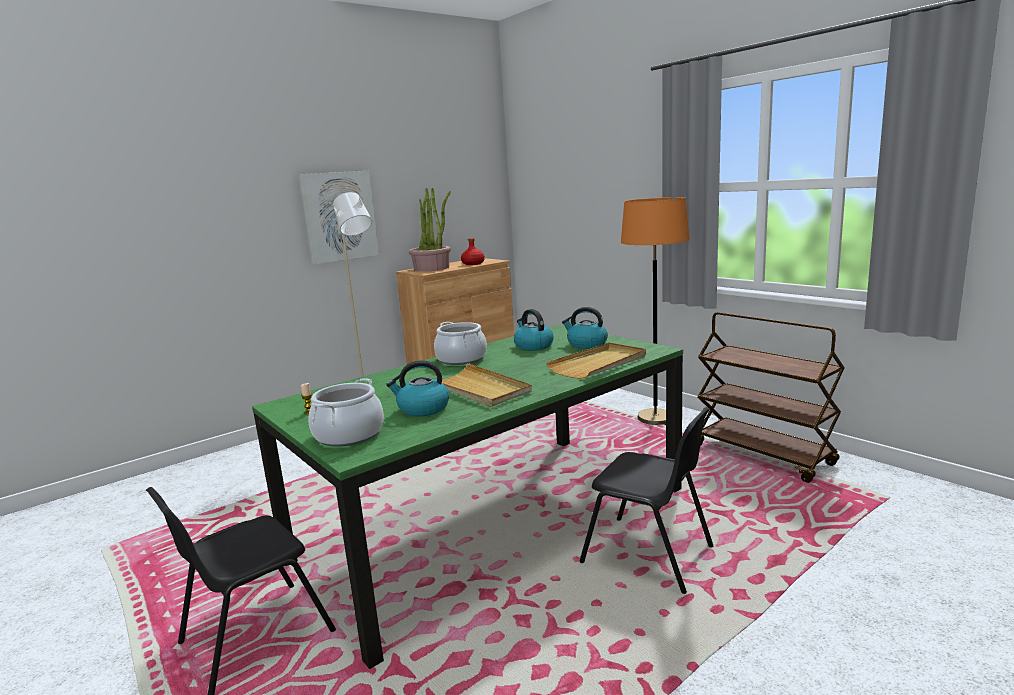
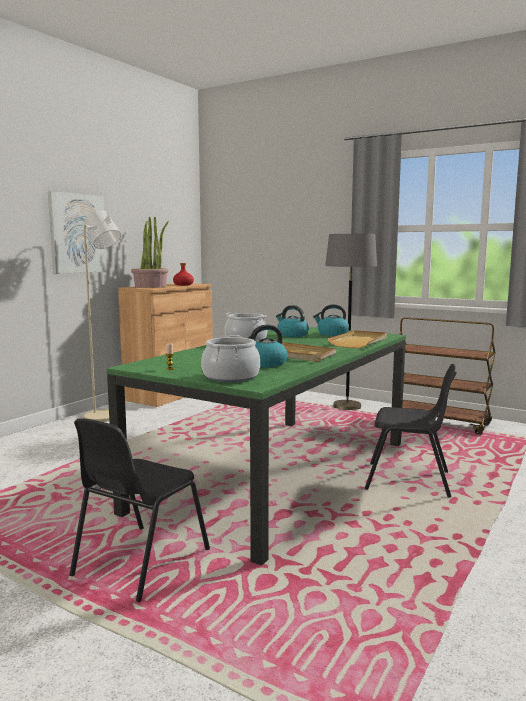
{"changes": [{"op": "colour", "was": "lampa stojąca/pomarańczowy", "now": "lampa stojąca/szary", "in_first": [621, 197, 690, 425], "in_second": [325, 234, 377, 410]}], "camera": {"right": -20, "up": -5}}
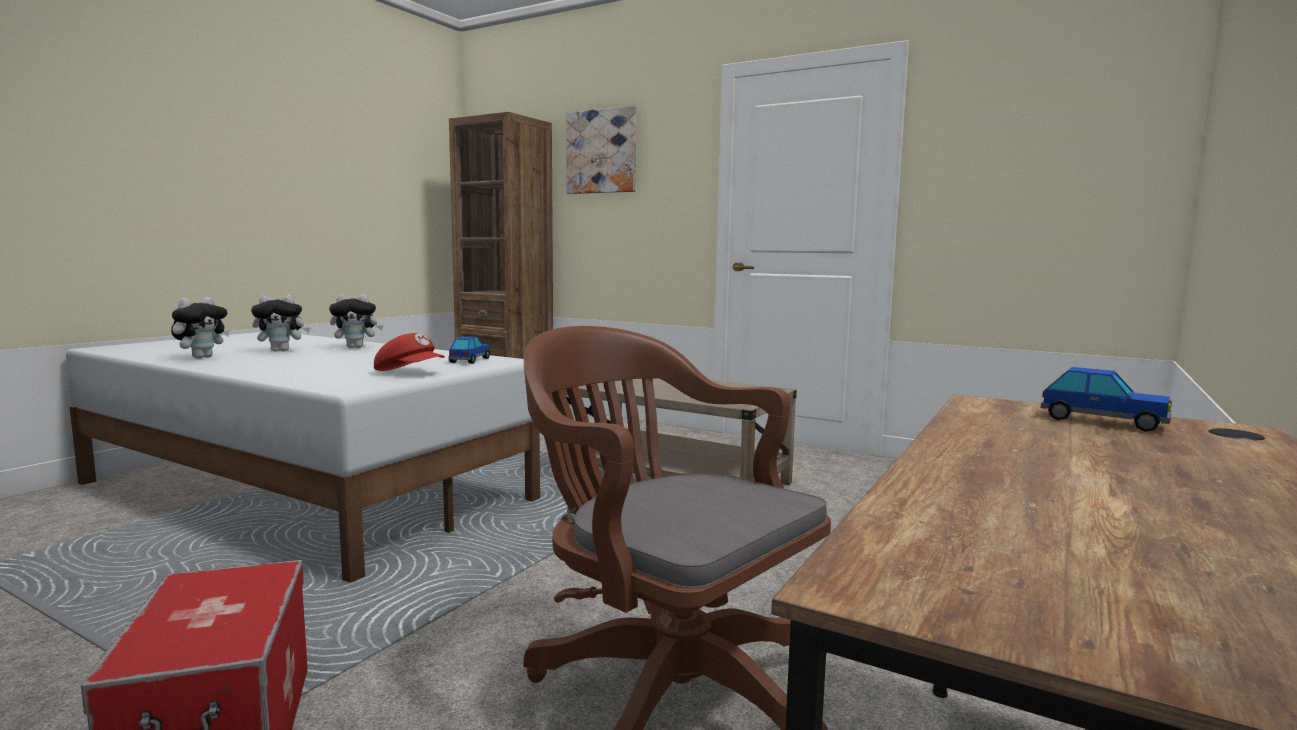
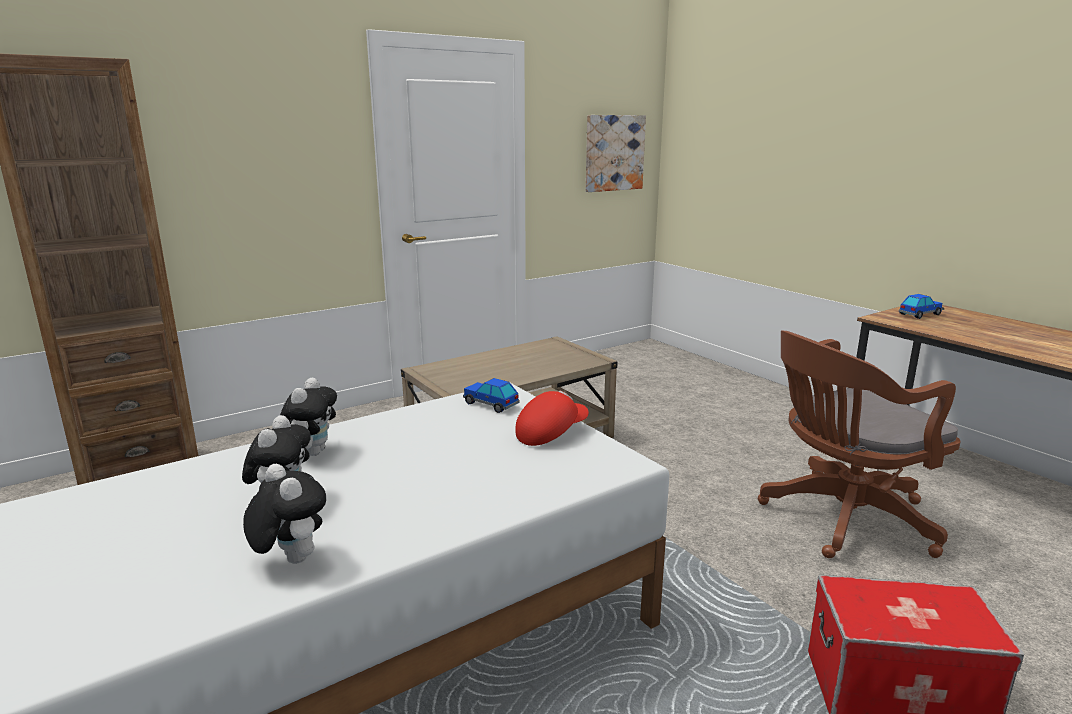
{"changes": [{"op": "relocated", "was": "obraz", "in_first": [566, 105, 636, 194], "in_second": [586, 115, 646, 192]}], "camera": {"right": -65, "up": 10}}
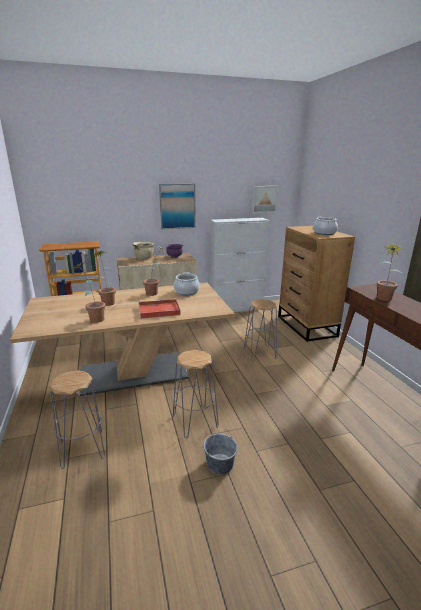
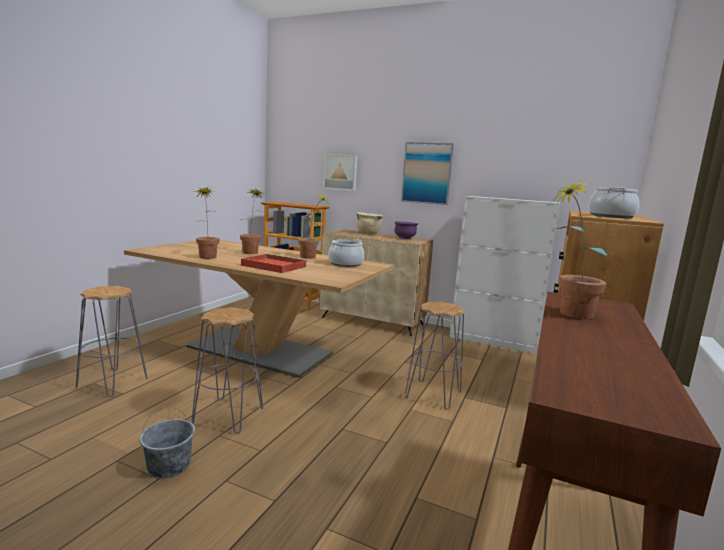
{"changes": [{"op": "relocated", "was": "obraz", "in_first": [252, 186, 278, 213], "in_second": [323, 154, 358, 191]}], "camera": {"right": 40, "up": -10}}
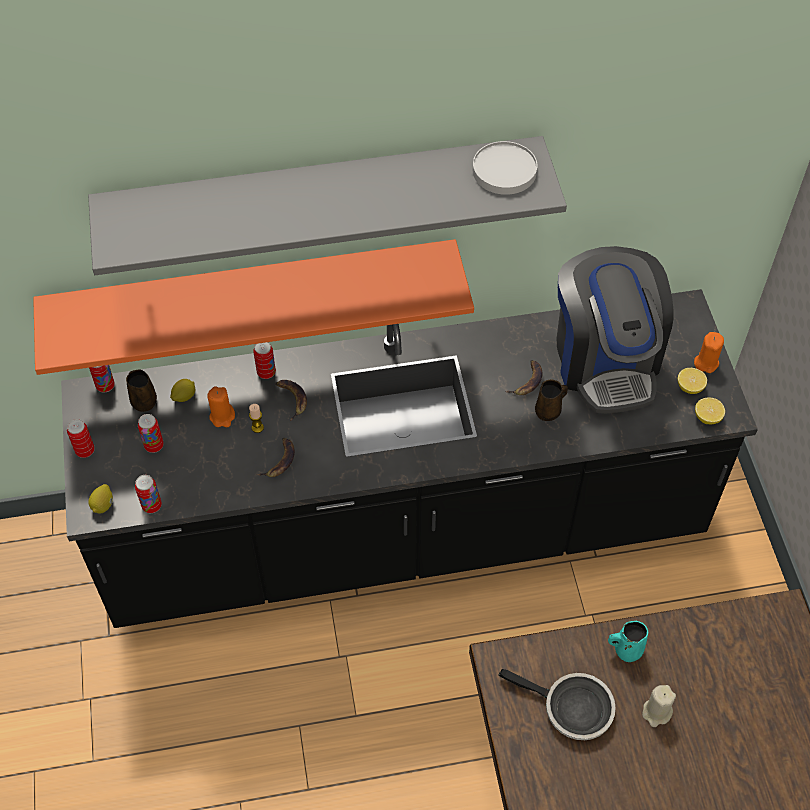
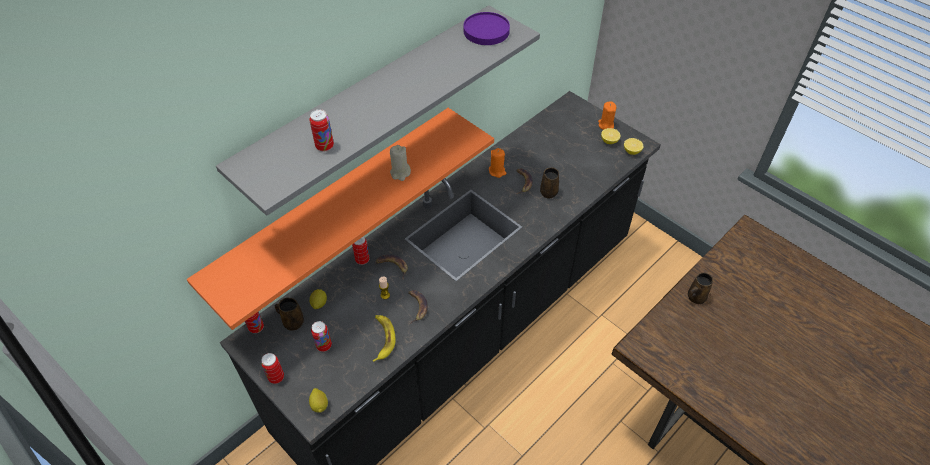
{"changes": [{"op": "missing", "was": "patelnia", "in_first": [498, 669, 616, 740]}, {"op": "missing", "was": "ekspres do kawy", "in_first": [557, 246, 674, 413]}, {"op": "appeared", "now": "banan", "in_second": [373, 315, 396, 362]}, {"op": "relocated", "was": "puszka", "in_first": [135, 475, 162, 513], "in_second": [309, 109, 334, 152]}, {"op": "relocated", "was": "świeca/pomarańczowy", "in_first": [207, 386, 235, 427], "in_second": [489, 148, 506, 178]}, {"op": "relocated", "was": "świeca/beżowy", "in_first": [642, 685, 676, 727], "in_second": [390, 145, 411, 181]}, {"op": "colour", "was": "talerz/biały", "now": "talerz/fioletowy", "in_first": [473, 141, 537, 195], "in_second": [464, 12, 510, 45]}, {"op": "colour", "was": "kubek/turkusowy", "now": "kubek/brązowy", "in_first": [608, 621, 648, 662], "in_second": [688, 273, 713, 304]}], "camera": {"right": -35, "up": -5}}
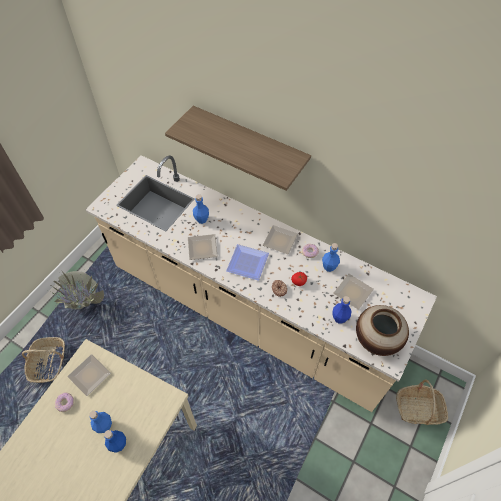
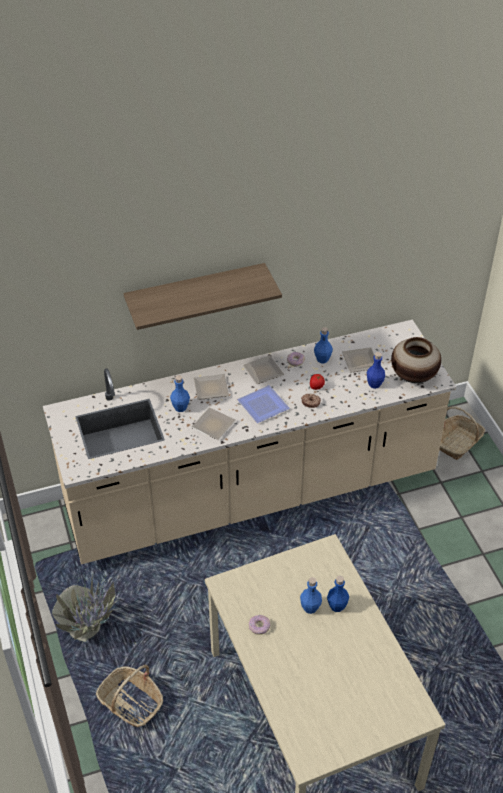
{"changes": [{"op": "relocated", "was": "talerz", "in_first": [67, 354, 111, 396], "in_second": [194, 374, 229, 400]}], "camera": {"right": -50, "up": -10}}
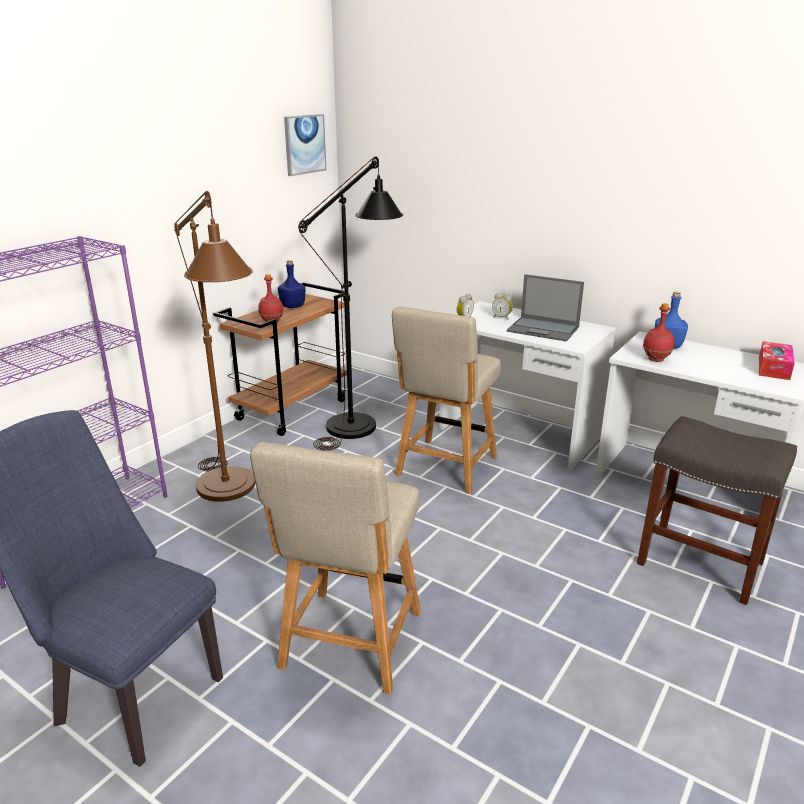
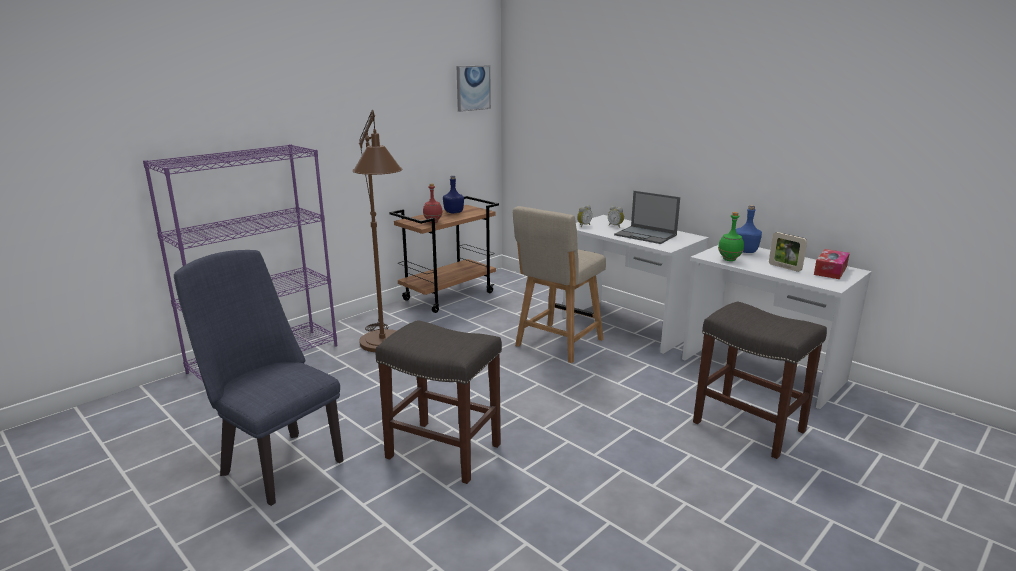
{"changes": [{"op": "missing", "was": "lampa stojąca/czarny", "in_first": [298, 156, 403, 451]}, {"op": "appeared", "now": "ramka na zdjęcie", "in_second": [769, 232, 807, 272]}, {"op": "exchanged", "was": "krzesło/beżowy", "now": "stołek/szary", "in_first": [250, 442, 421, 694], "in_second": [376, 320, 502, 484]}, {"op": "colour", "was": "butelka/czerwony", "now": "butelka/zielony", "in_first": [643, 303, 674, 362], "in_second": [718, 212, 744, 261]}], "camera": {"right": 10, "up": -5}}
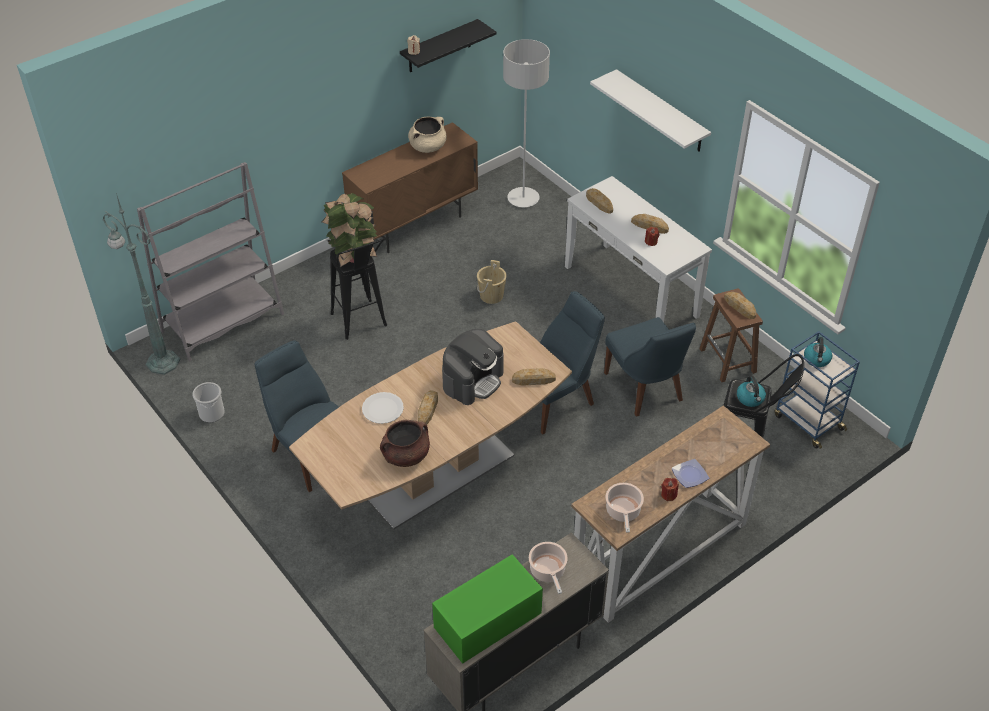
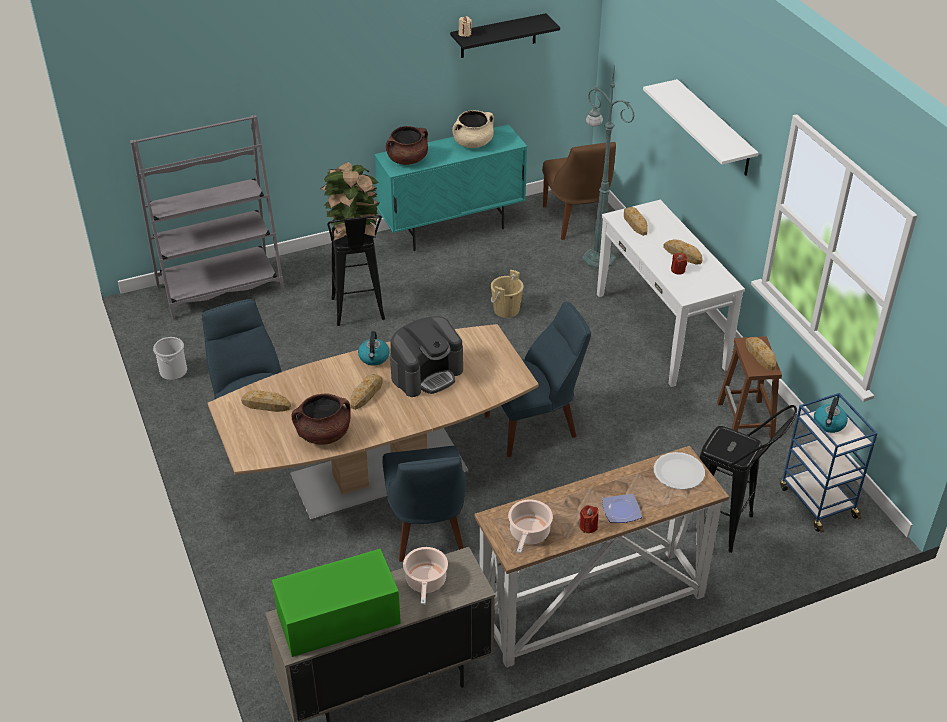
{"changes": [{"op": "appeared", "now": "garnek/brązowy", "in_second": [386, 126, 428, 165]}, {"op": "relocated", "was": "lampa stojąca/zielony", "in_first": [103, 193, 180, 375], "in_second": [582, 63, 635, 269]}, {"op": "relocated", "was": "talerz/biały", "in_first": [362, 392, 404, 424], "in_second": [654, 452, 705, 490]}, {"op": "relocated", "was": "chleb", "in_first": [512, 368, 556, 386], "in_second": [241, 390, 291, 412]}, {"op": "relocated", "was": "krzesło/niebieski", "in_first": [604, 317, 696, 417], "in_second": [383, 446, 466, 562]}, {"op": "relocated", "was": "czajnik", "in_first": [737, 376, 766, 407], "in_second": [358, 331, 390, 366]}, {"op": "exchanged", "was": "lampa stojąca/szary", "now": "krzesło/brązowy", "in_first": [503, 39, 550, 207], "in_second": [542, 142, 616, 240]}, {"op": "colour", "was": "szafka/brązowy", "now": "szafka/turkusowy", "in_first": [342, 122, 478, 253], "in_second": [374, 124, 527, 251]}], "camera": {"right": 15, "up": -5}}
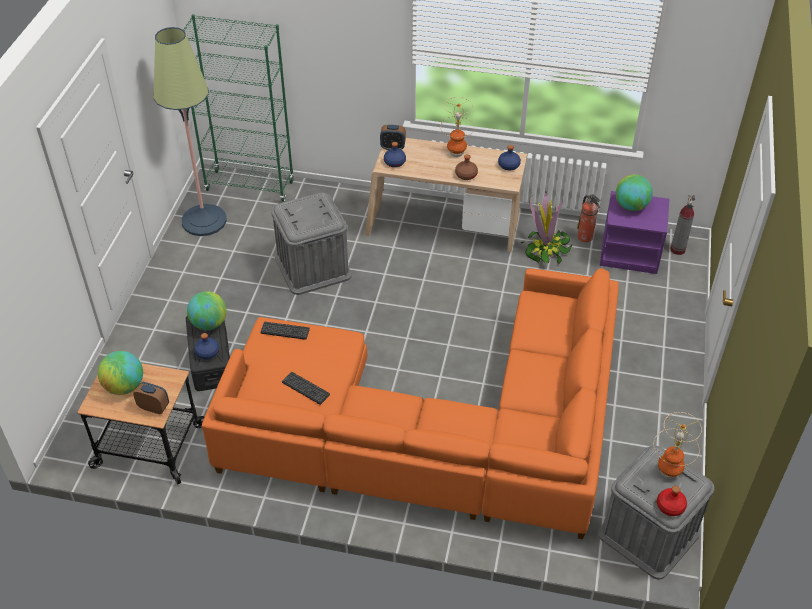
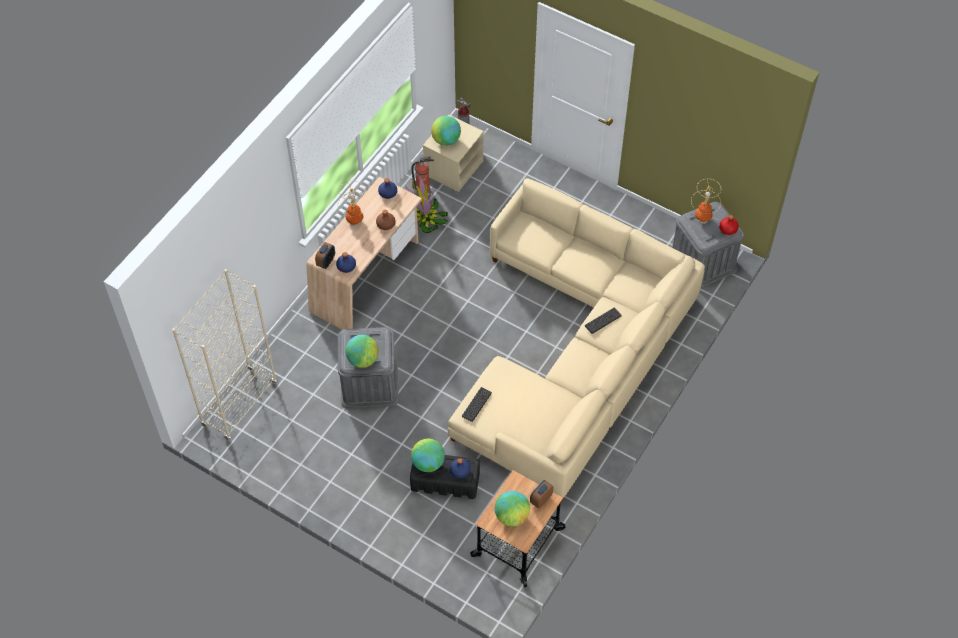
{"changes": [{"op": "missing", "was": "lampa stojąca", "in_first": [153, 27, 227, 236]}, {"op": "appeared", "now": "globus", "in_second": [345, 335, 379, 368]}, {"op": "relocated", "was": "klawiatura", "in_first": [282, 372, 330, 405], "in_second": [585, 307, 622, 334]}, {"op": "colour", "was": "regał/zielony", "now": "regał/beżowy", "in_first": [183, 14, 294, 202], "in_second": [172, 269, 277, 441]}, {"op": "colour", "was": "kanapa/pomarańczowy", "now": "kanapa/beżowy", "in_first": [202, 268, 619, 539], "in_second": [448, 178, 705, 500]}, {"op": "colour", "was": "szafka nocna/fioletowy", "now": "szafka nocna/beżowy", "in_first": [600, 191, 670, 274], "in_second": [423, 115, 484, 192]}], "camera": {"right": -70, "up": 10}}
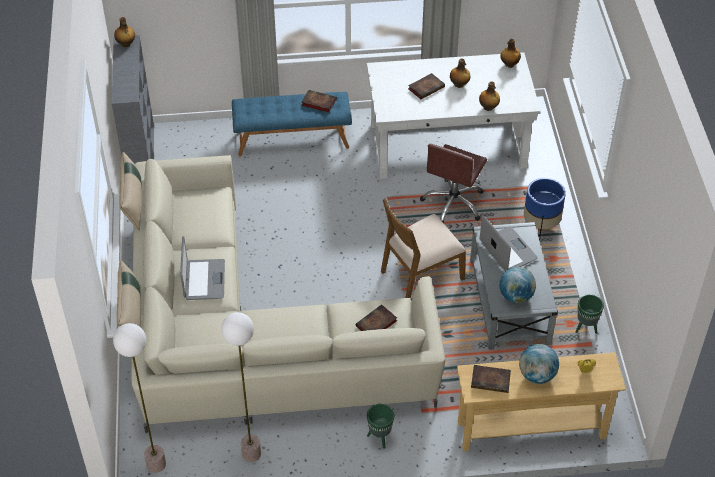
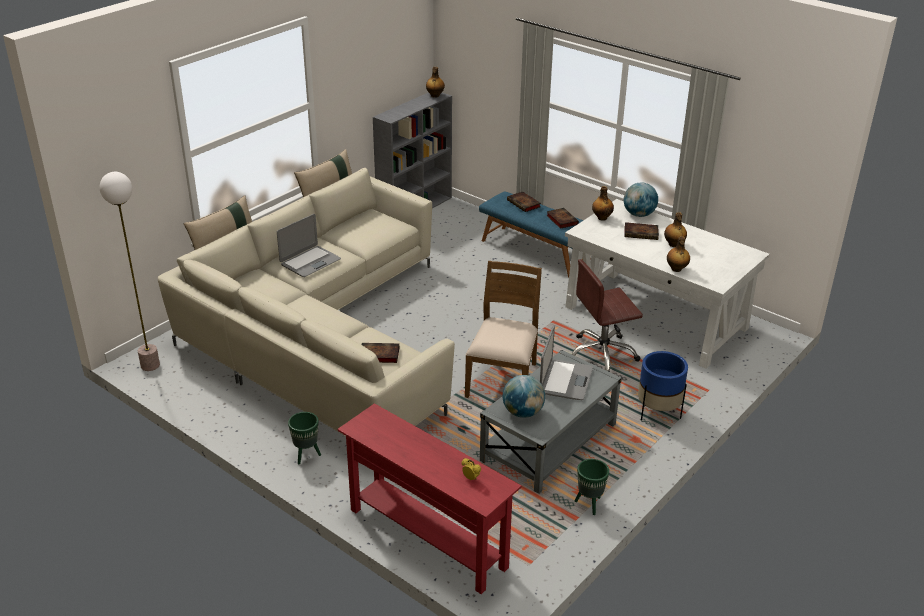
{"changes": [{"op": "missing", "was": "lampa stojąca", "in_first": [221, 312, 261, 462]}, {"op": "relocated", "was": "książka", "in_first": [471, 365, 511, 393], "in_second": [507, 192, 541, 212]}, {"op": "relocated", "was": "butelka", "in_first": [500, 39, 521, 68], "in_second": [592, 186, 614, 221]}, {"op": "relocated", "was": "globus", "in_first": [519, 344, 559, 384], "in_second": [624, 182, 658, 217]}, {"op": "colour", "was": "stolik konsolowy/beżowy", "now": "stolik konsolowy/czerwony", "in_first": [457, 352, 626, 451], "in_second": [337, 403, 522, 594]}, {"op": "spun", "was": "krzesło/brązowy", "in_first": [381, 199, 466, 298], "in_second": [465, 261, 542, 398], "clockwise": 90}], "camera": {"right": 45, "up": -15}}
